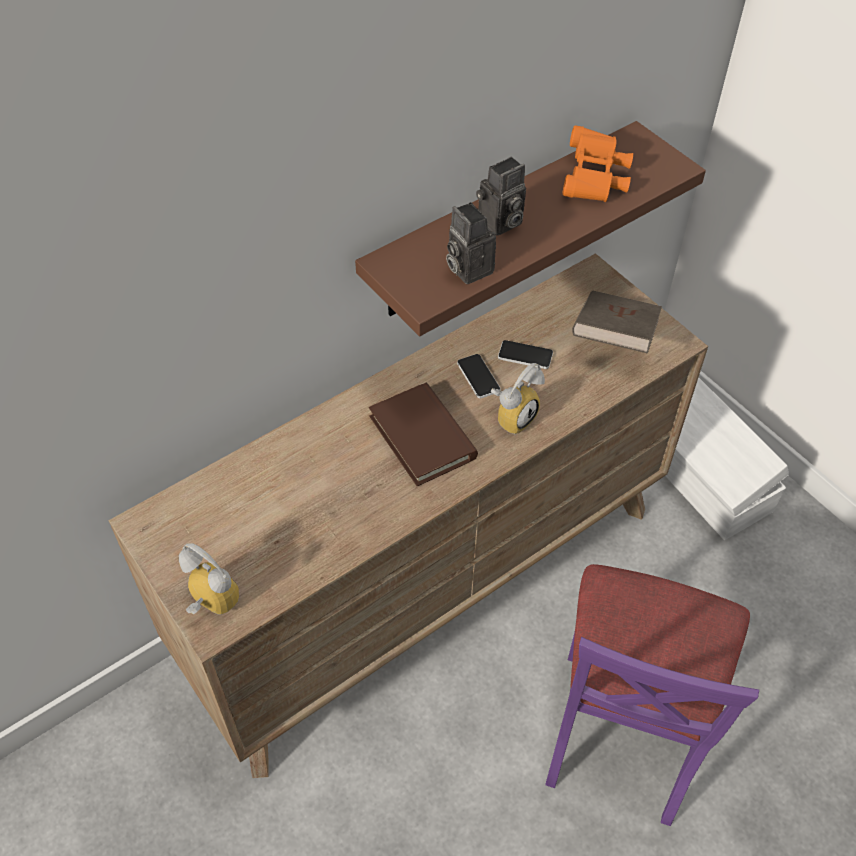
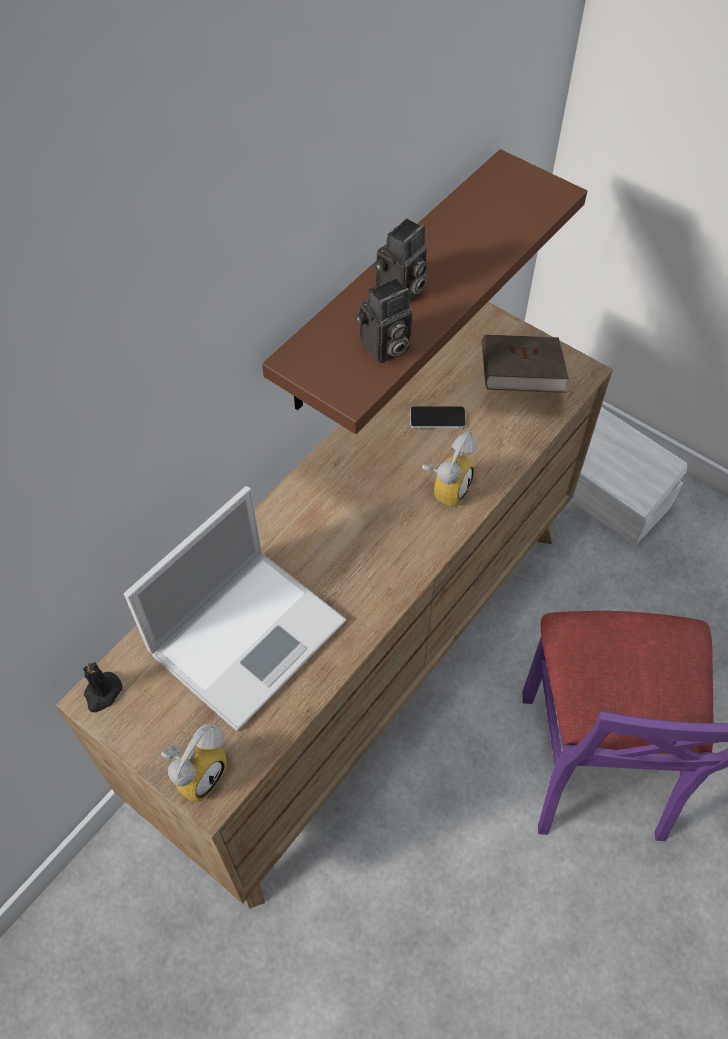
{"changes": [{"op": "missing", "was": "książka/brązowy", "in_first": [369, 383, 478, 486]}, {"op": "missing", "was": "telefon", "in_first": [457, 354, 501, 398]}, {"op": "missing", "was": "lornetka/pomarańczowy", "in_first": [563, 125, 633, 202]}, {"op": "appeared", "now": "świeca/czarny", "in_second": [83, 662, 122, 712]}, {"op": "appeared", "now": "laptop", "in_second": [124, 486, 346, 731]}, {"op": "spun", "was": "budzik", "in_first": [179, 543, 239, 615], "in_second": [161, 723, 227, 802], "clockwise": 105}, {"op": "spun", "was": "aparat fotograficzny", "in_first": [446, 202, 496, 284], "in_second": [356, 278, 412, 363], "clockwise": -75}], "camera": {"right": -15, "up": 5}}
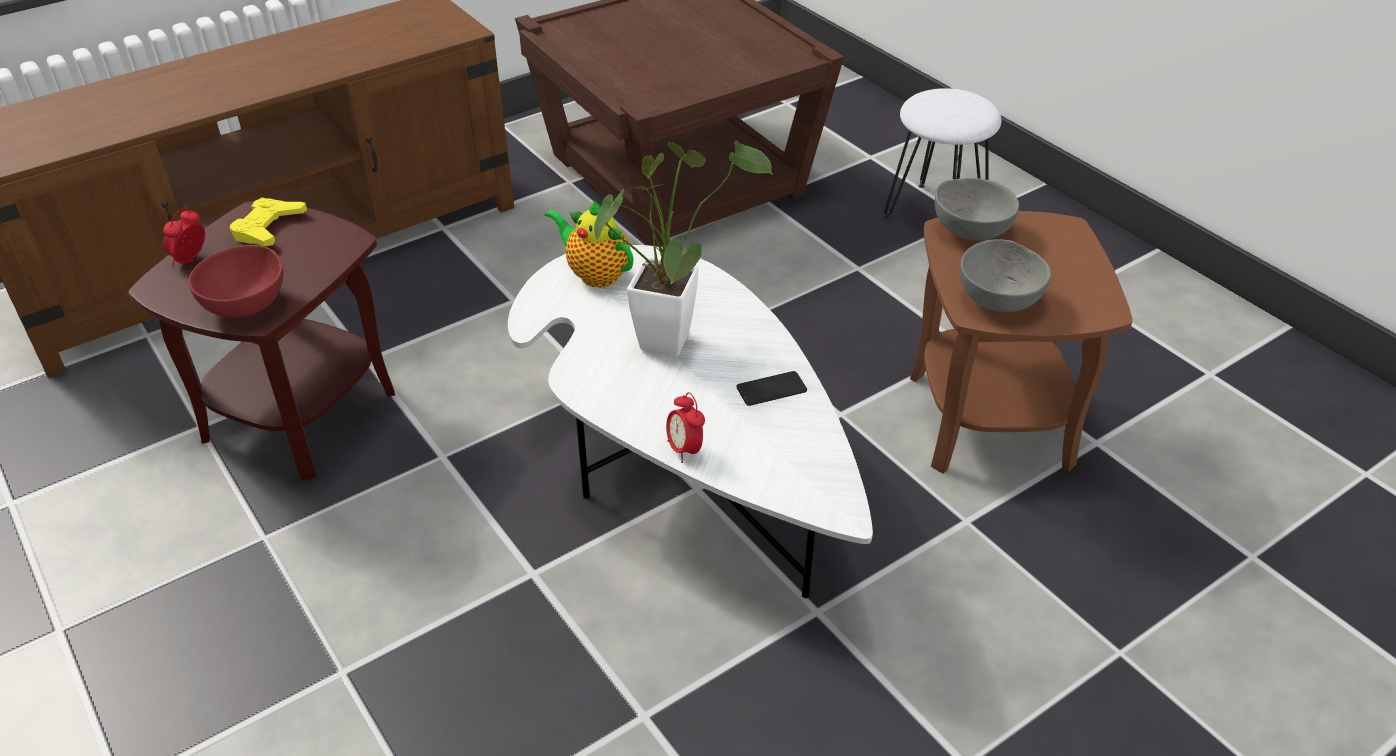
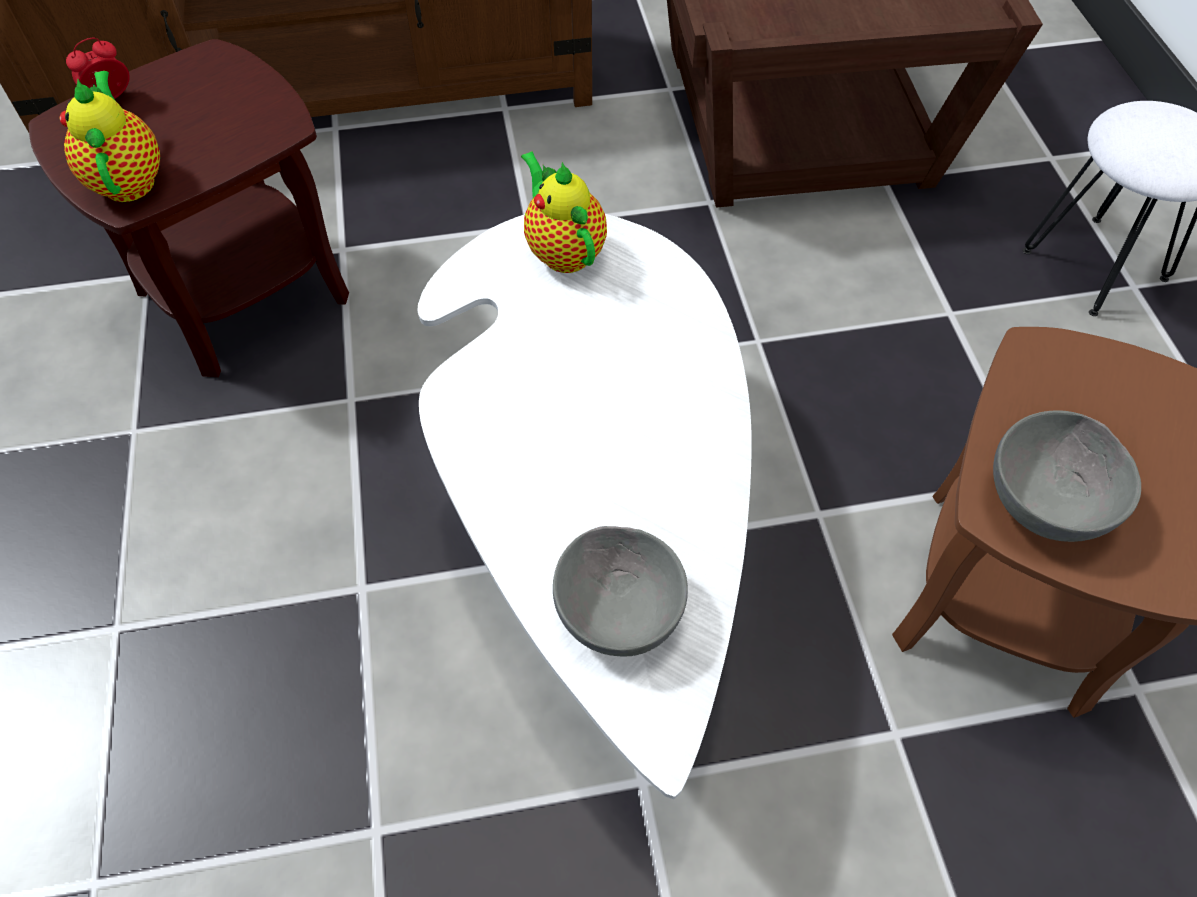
{"changes": [{"op": "missing", "was": "pad do gier/żółty", "in_first": [230, 198, 307, 246]}, {"op": "missing", "was": "roślina doniczkowa", "in_first": [594, 140, 773, 357]}, {"op": "missing", "was": "budzik", "in_first": [666, 392, 705, 463]}, {"op": "missing", "was": "telefon", "in_first": [736, 371, 807, 406]}, {"op": "relocated", "was": "miska/szary", "in_first": [935, 178, 1019, 240], "in_second": [553, 526, 688, 656]}, {"op": "exchanged", "was": "miska/czerwony", "now": "imbryk", "in_first": [188, 245, 283, 318], "in_second": [60, 71, 160, 202]}], "camera": {"right": 25, "up": 15}}
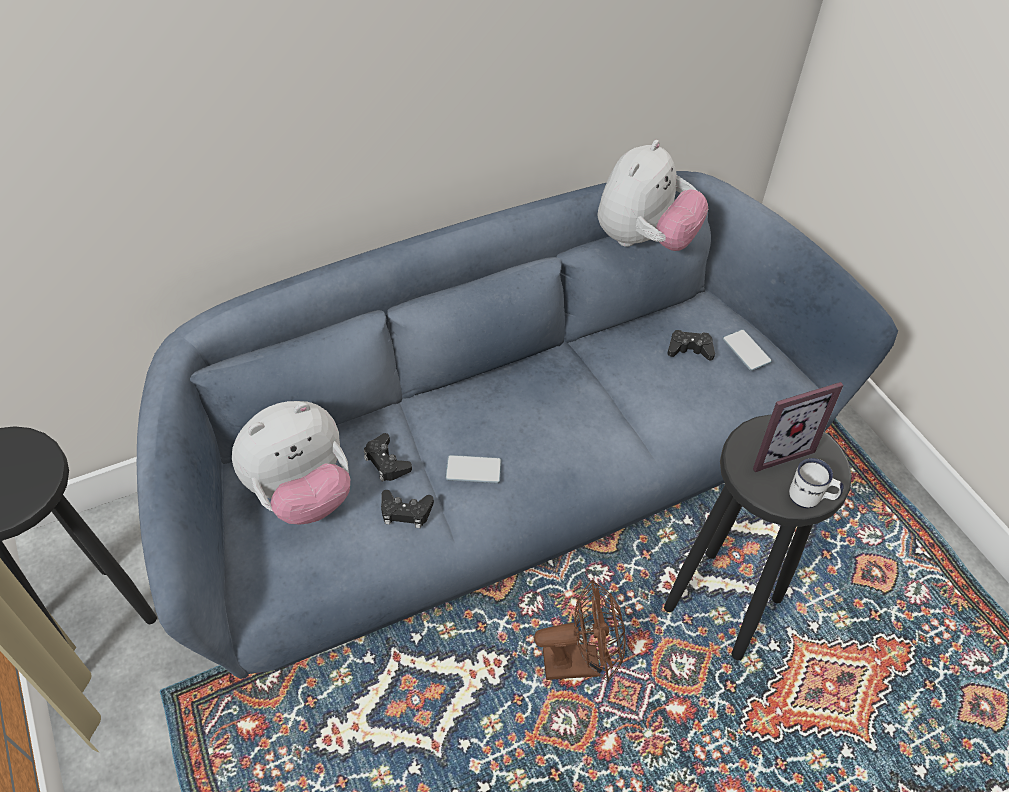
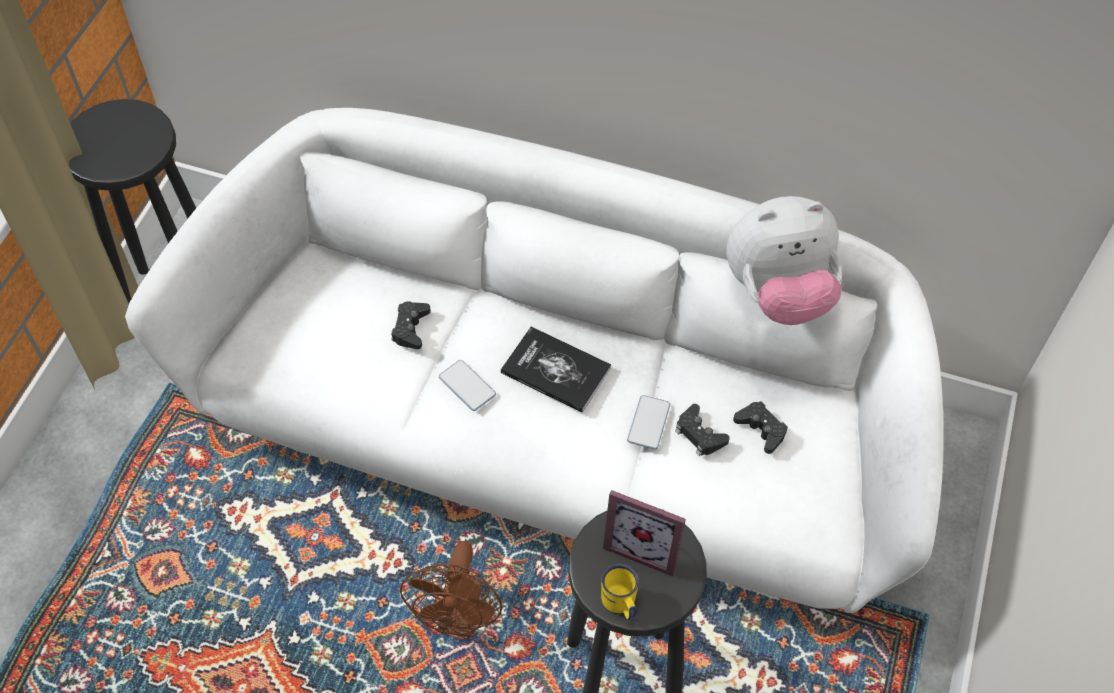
{"changes": [{"op": "missing", "was": "pluszak", "in_first": [232, 401, 350, 525]}, {"op": "appeared", "now": "książka", "in_second": [501, 326, 611, 413]}, {"op": "relocated", "was": "pad do gier/czarny", "in_first": [381, 490, 434, 528], "in_second": [675, 404, 730, 456]}, {"op": "relocated", "was": "telefon", "in_first": [723, 329, 772, 371], "in_second": [627, 395, 670, 449]}, {"op": "colour", "was": "kanapa/niebieski", "now": "kanapa/biały", "in_first": [137, 171, 898, 679], "in_second": [125, 108, 944, 613]}, {"op": "colour", "was": "kubek/biały", "now": "kubek/żółty", "in_first": [789, 458, 844, 508], "in_second": [601, 564, 639, 620]}, {"op": "spun", "was": "wentylator/brązowy", "in_first": [534, 580, 626, 682], "in_second": [400, 541, 502, 637], "clockwise": 60}], "camera": {"right": 45, "up": 5}}
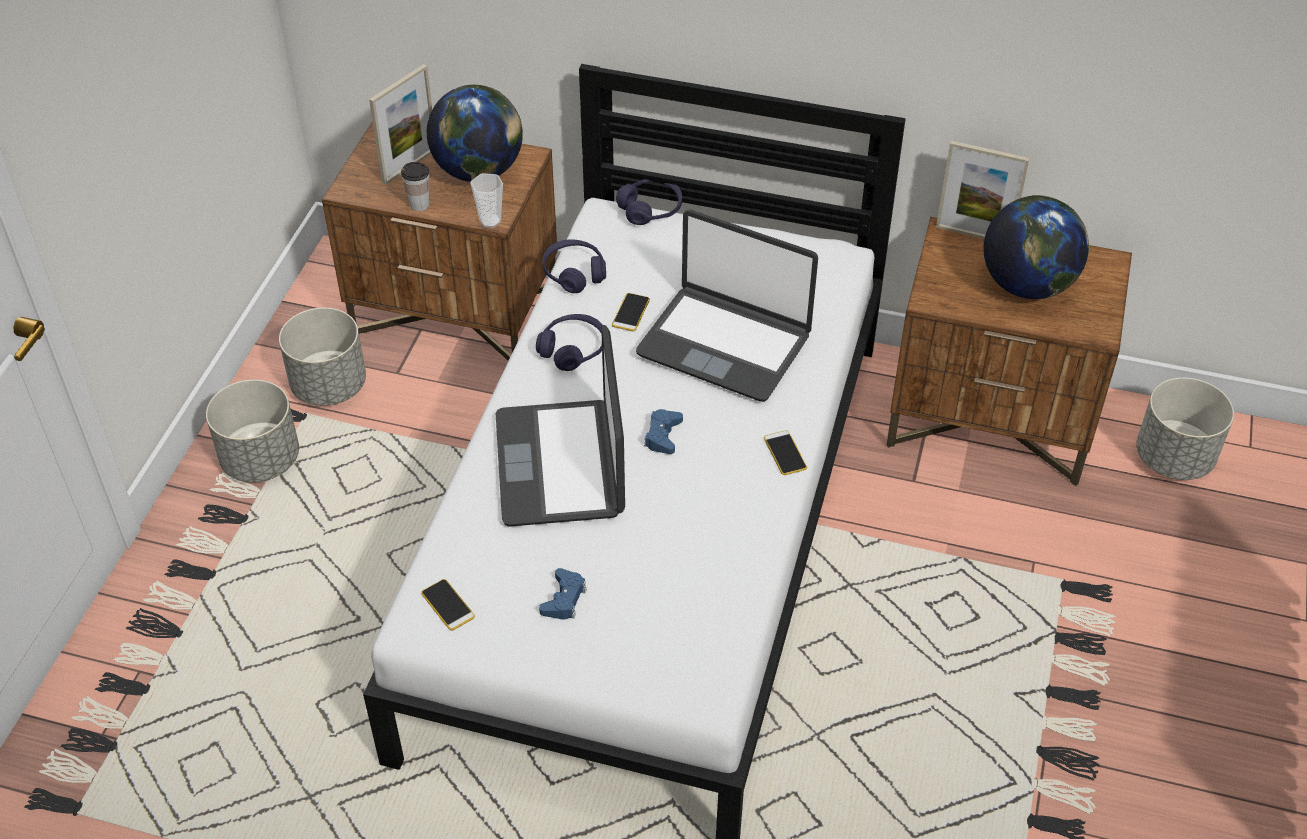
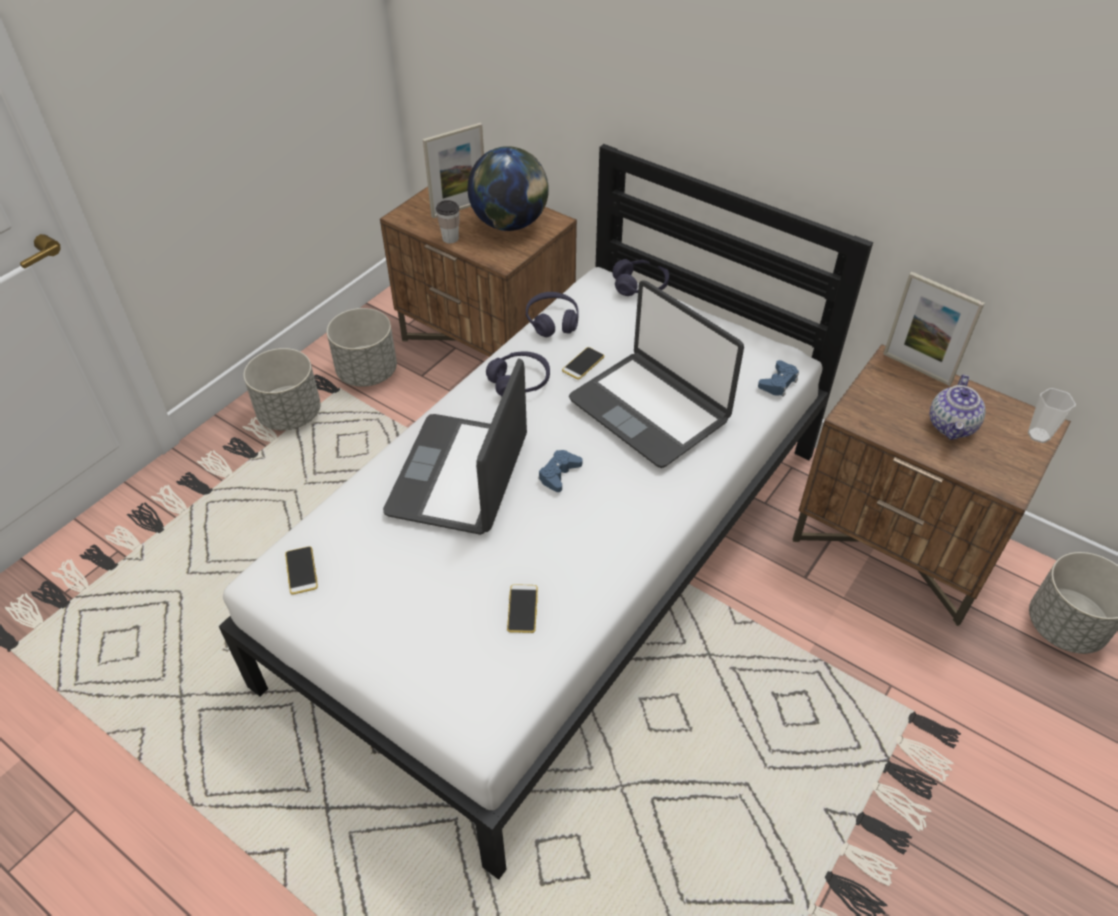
{"changes": [{"op": "relocated", "was": "filiżanka", "in_first": [470, 173, 503, 228], "in_second": [1028, 388, 1076, 443]}, {"op": "relocated", "was": "pad do gier/niebieski", "in_first": [539, 568, 587, 620], "in_second": [758, 360, 799, 397]}, {"op": "relocated", "was": "telefon", "in_first": [764, 430, 807, 475], "in_second": [507, 584, 538, 633]}, {"op": "exchanged", "was": "globus", "now": "imbryk", "in_first": [983, 195, 1089, 299], "in_second": [930, 375, 986, 440]}], "camera": {"right": 20, "up": 0}}
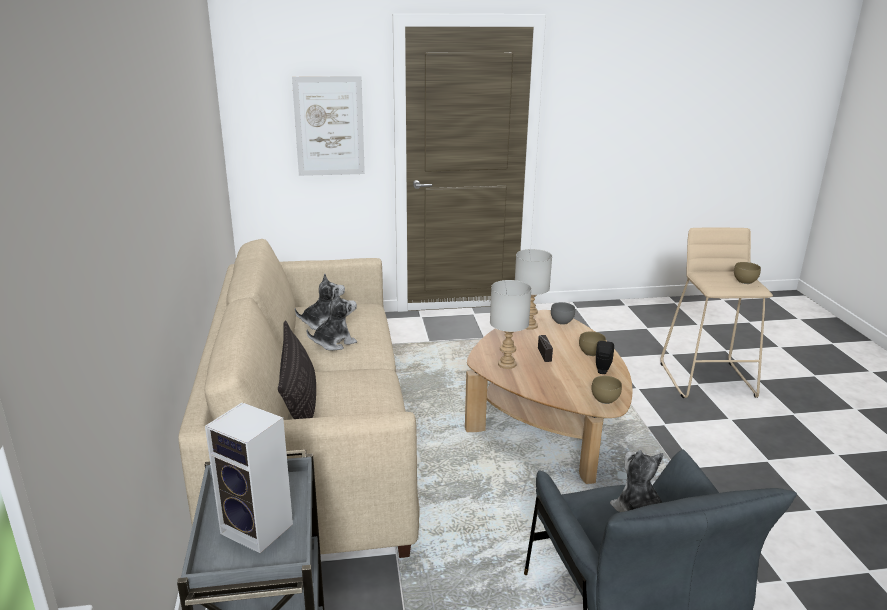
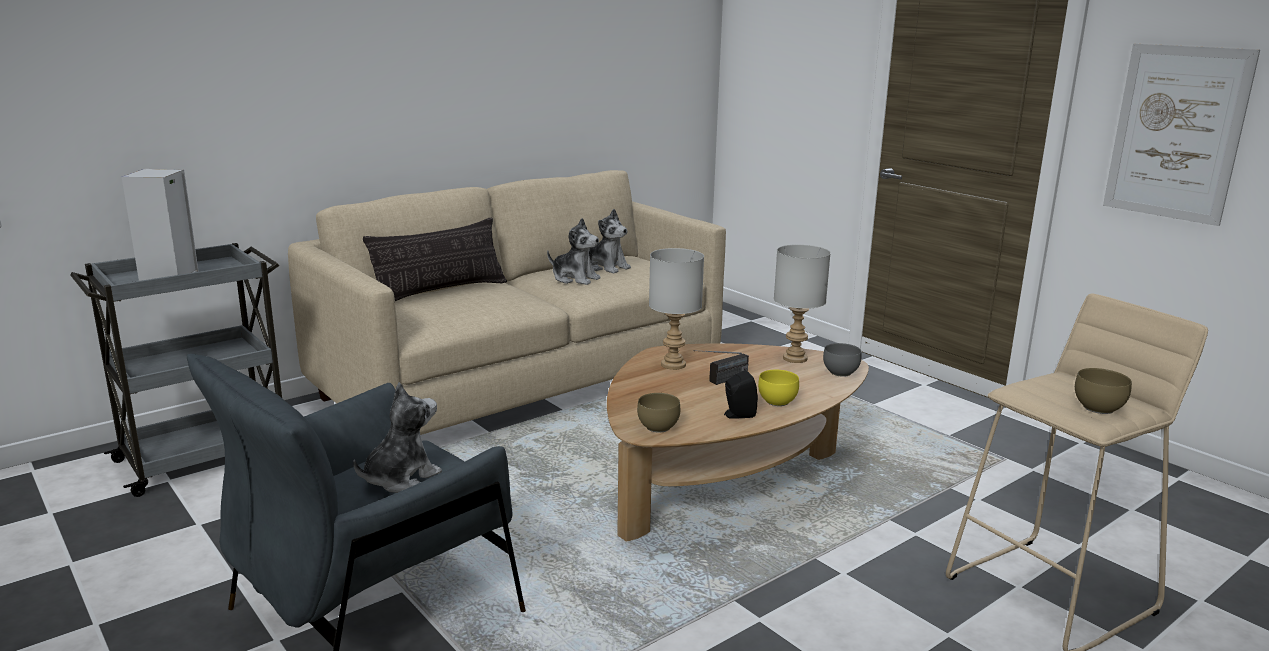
{"changes": [{"op": "relocated", "was": "obraz", "in_first": [292, 76, 365, 176], "in_second": [1103, 44, 1260, 226]}, {"op": "colour", "was": "miska/brązowy", "now": "miska/żółty", "in_first": [579, 332, 606, 356], "in_second": [758, 370, 799, 406]}], "camera": {"right": 60, "up": -5}}
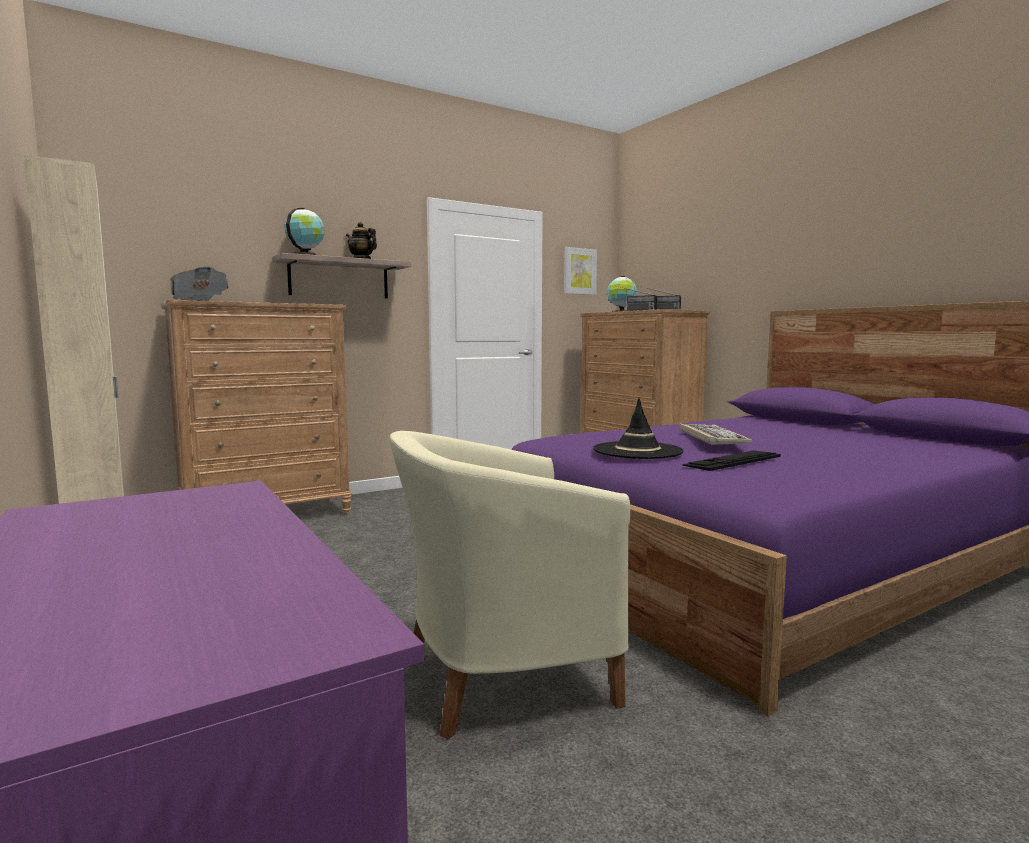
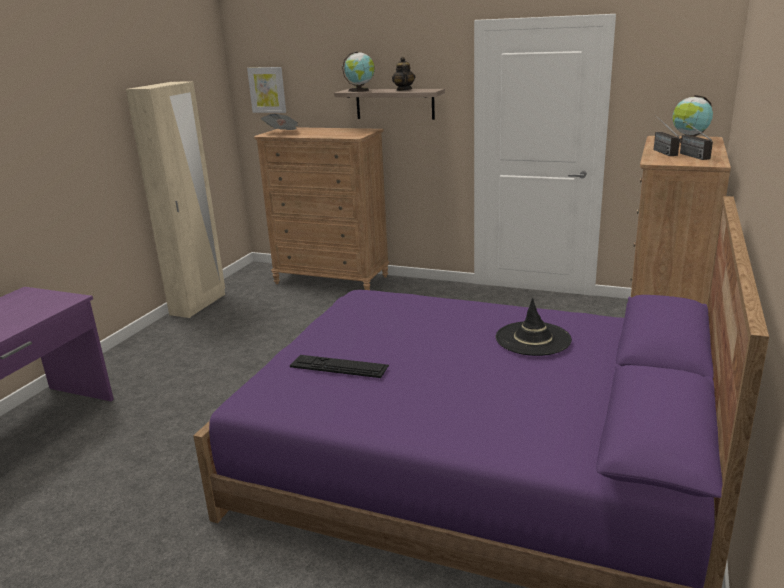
{"changes": [{"op": "missing", "was": "fotel/beżowy", "in_first": [390, 431, 630, 740]}, {"op": "missing", "was": "klawiatura", "in_first": [679, 424, 752, 445]}, {"op": "relocated", "was": "obraz", "in_first": [564, 247, 597, 295], "in_second": [247, 67, 286, 113]}, {"op": "relocated", "was": "kapelusz/czarny", "in_first": [593, 398, 684, 459], "in_second": [496, 298, 572, 356]}], "camera": {"right": 55, "up": 15}}
